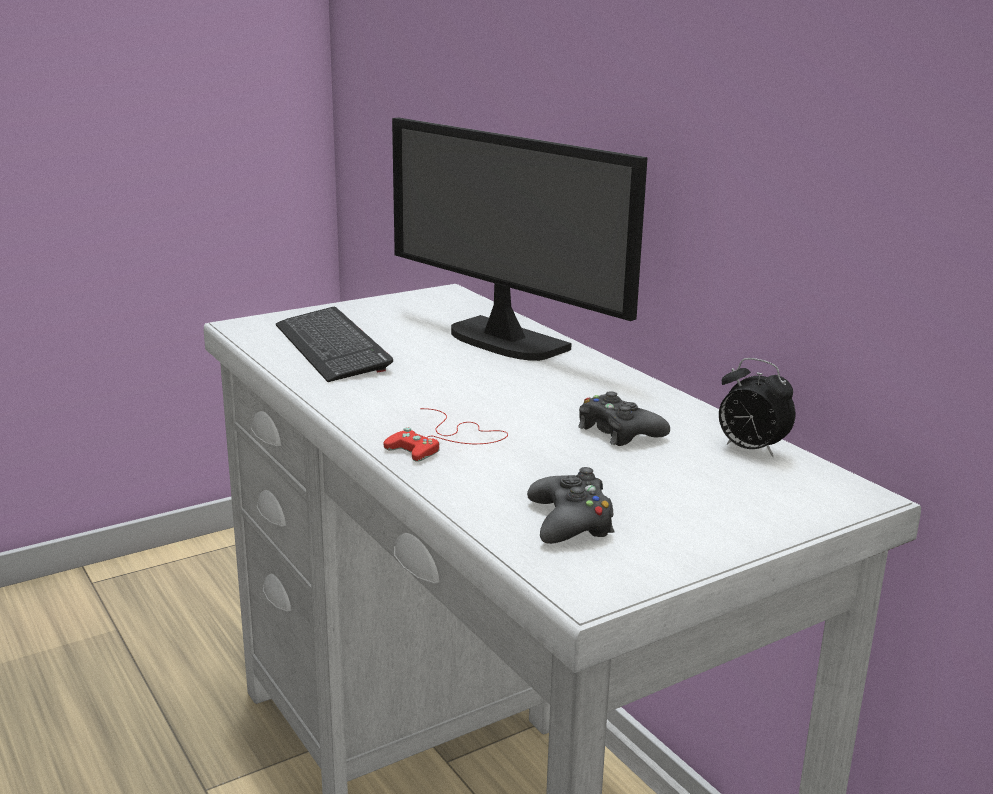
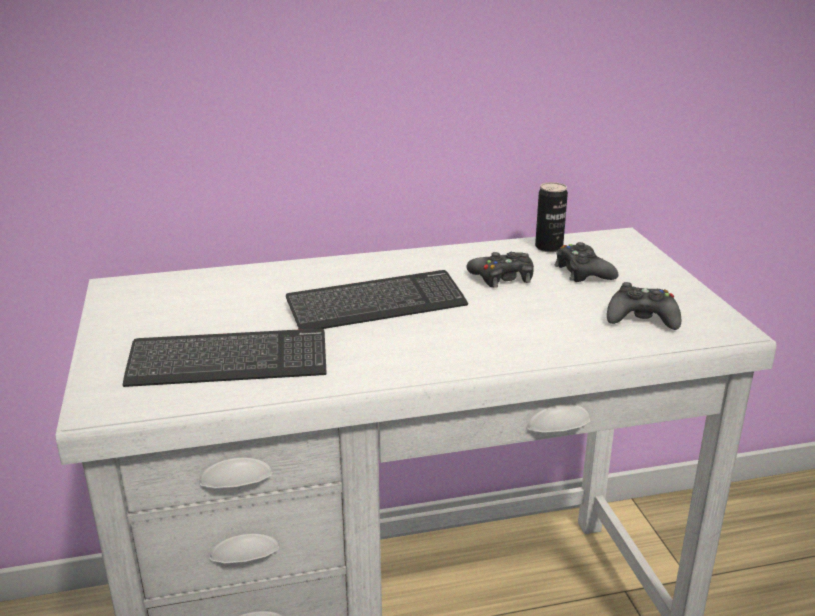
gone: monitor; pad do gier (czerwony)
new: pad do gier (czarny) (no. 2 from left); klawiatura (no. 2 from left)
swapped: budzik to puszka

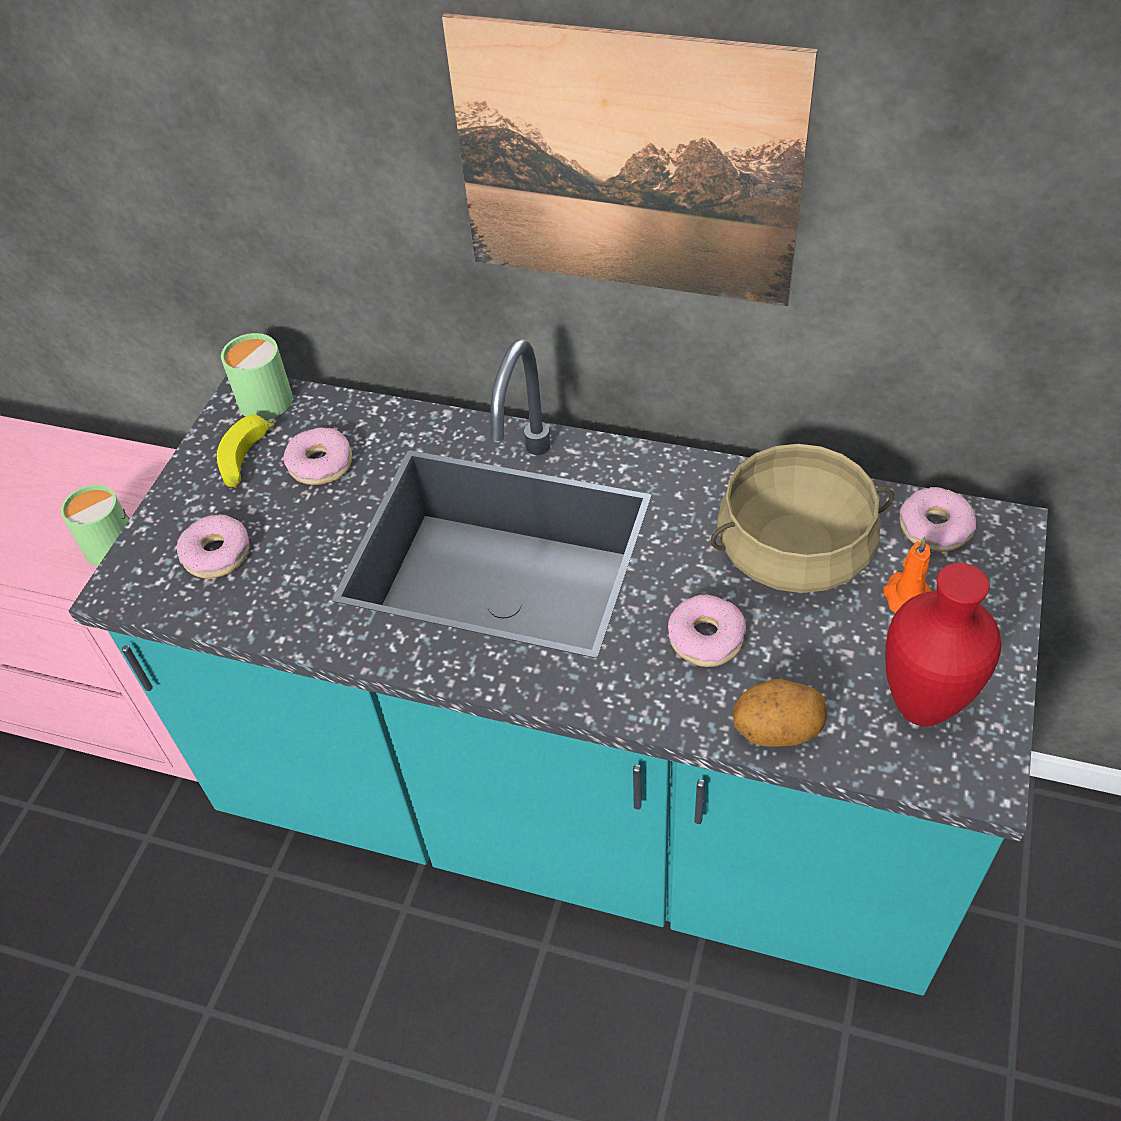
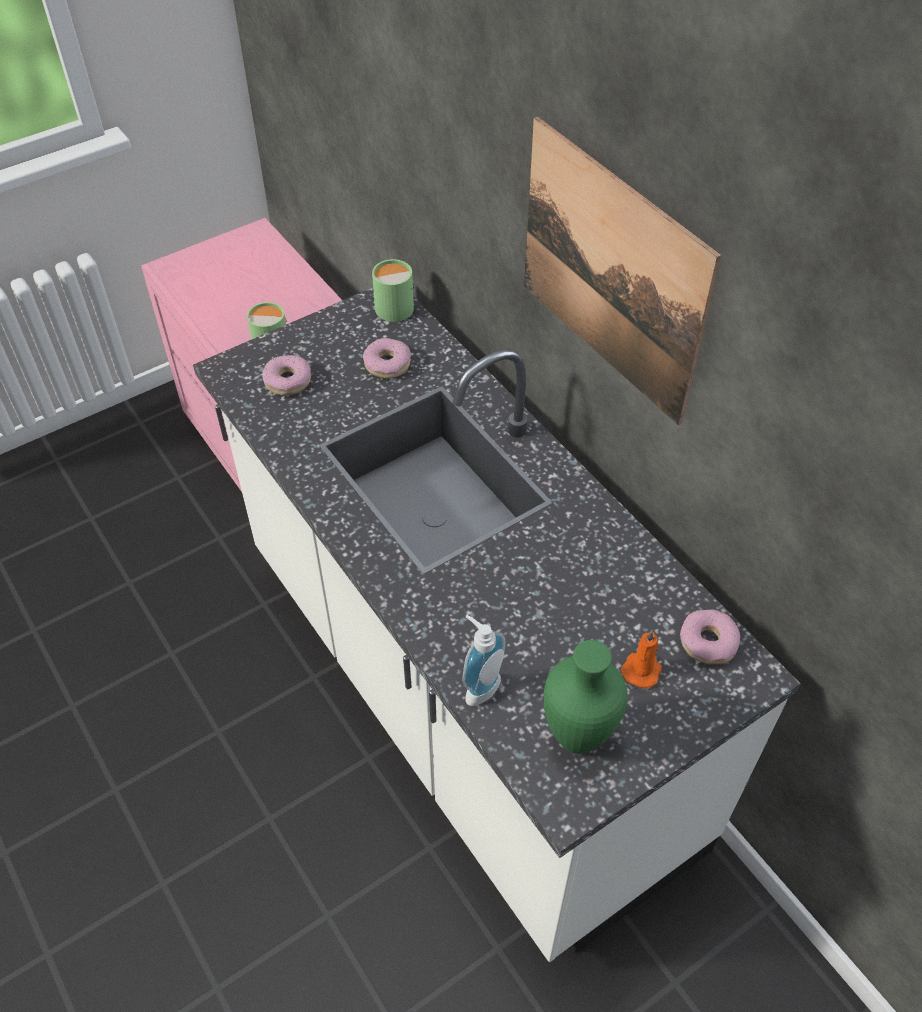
gone: banan; garnek (beżowy); donut (no. 3 from left)
swapped: ziemniak to dozownik mydła
repainted: zabudowa kuchenna (turkusowy) to zabudowa kuchenna (biały); wazon (czerwony) to wazon (zielony)

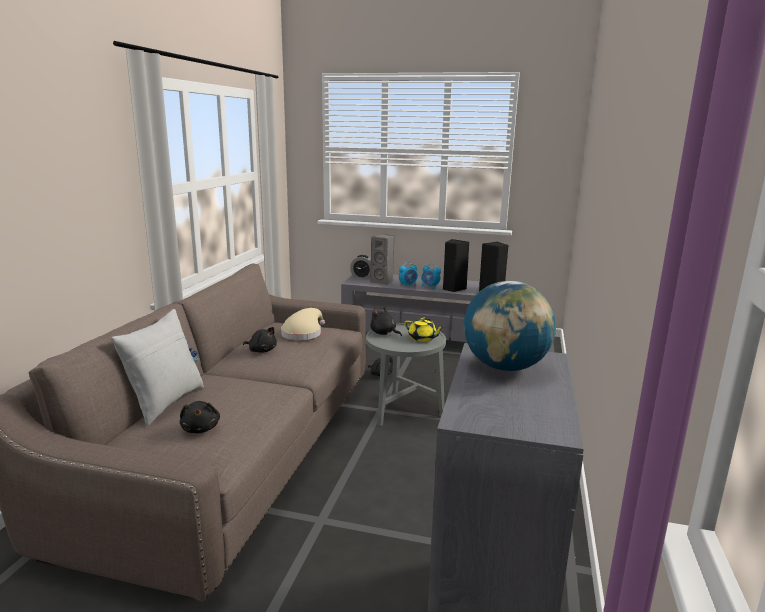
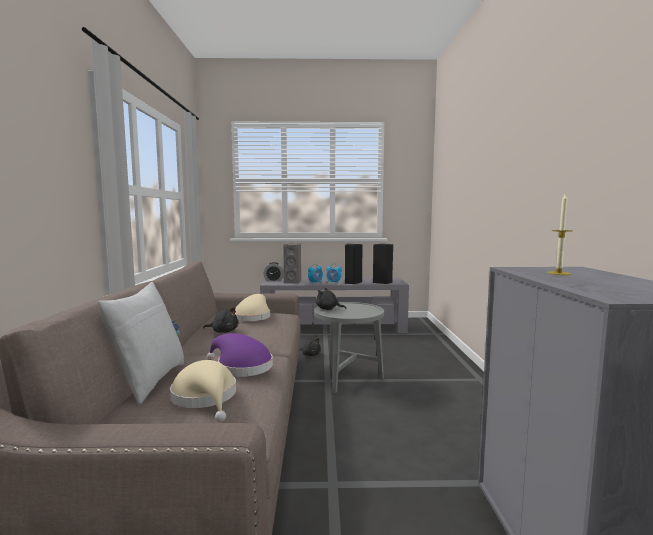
gone: imbryk (żółty)
new: kapelusz (fioletowy)
swapped: globus to świeca; pluszak (czarny) (no. 1 from left) to kapelusz (beżowy) (no. 1 from left)

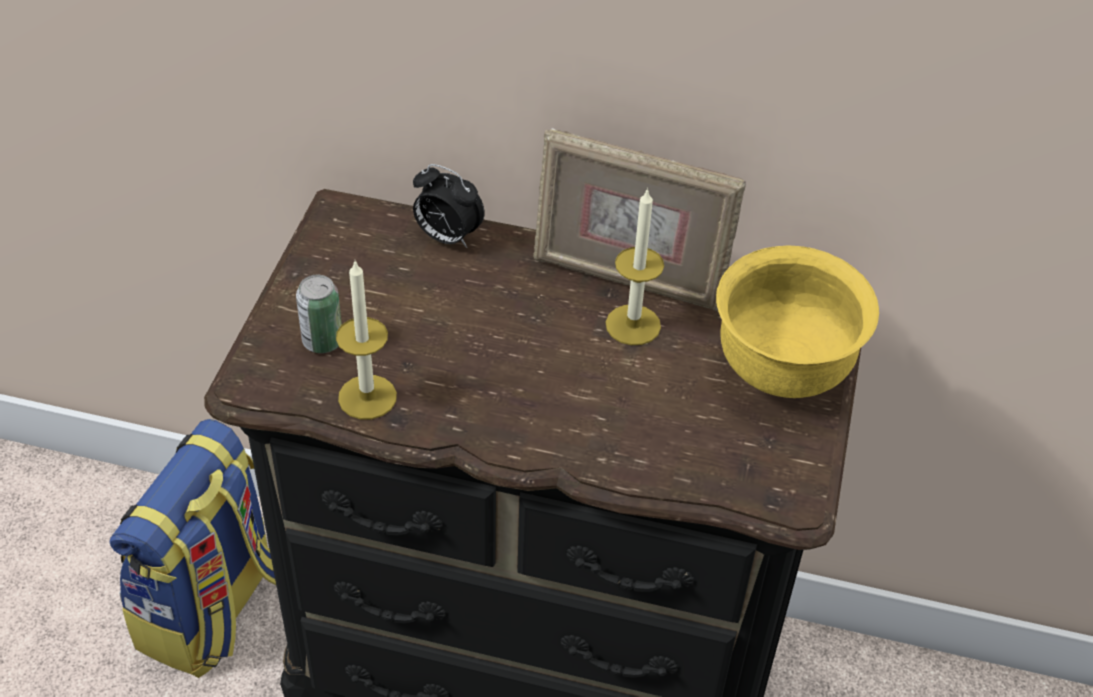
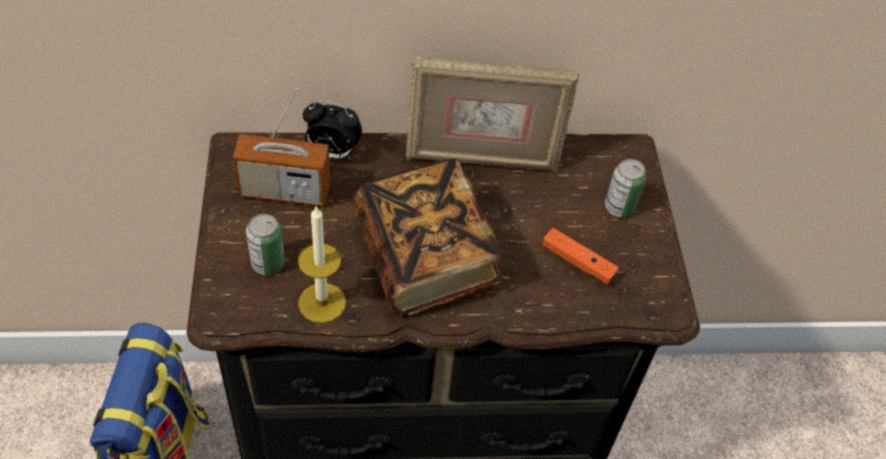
gone: świeca (no. 2 from left)
new: radio; książka; pad do gier (pomarańczowy)
swapped: miska (żółty) to puszka (no. 2 from left)

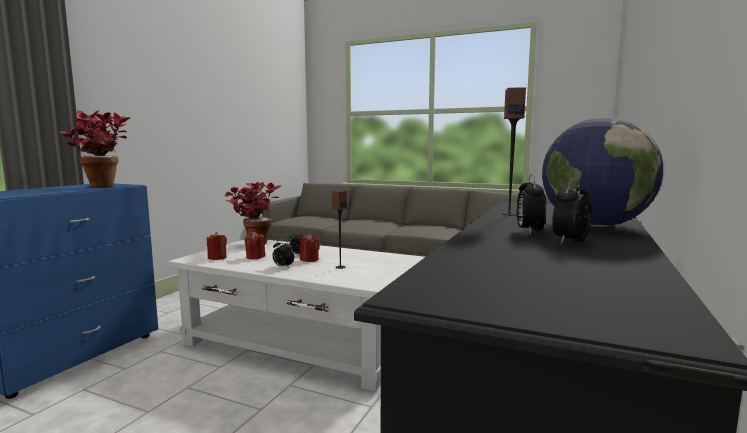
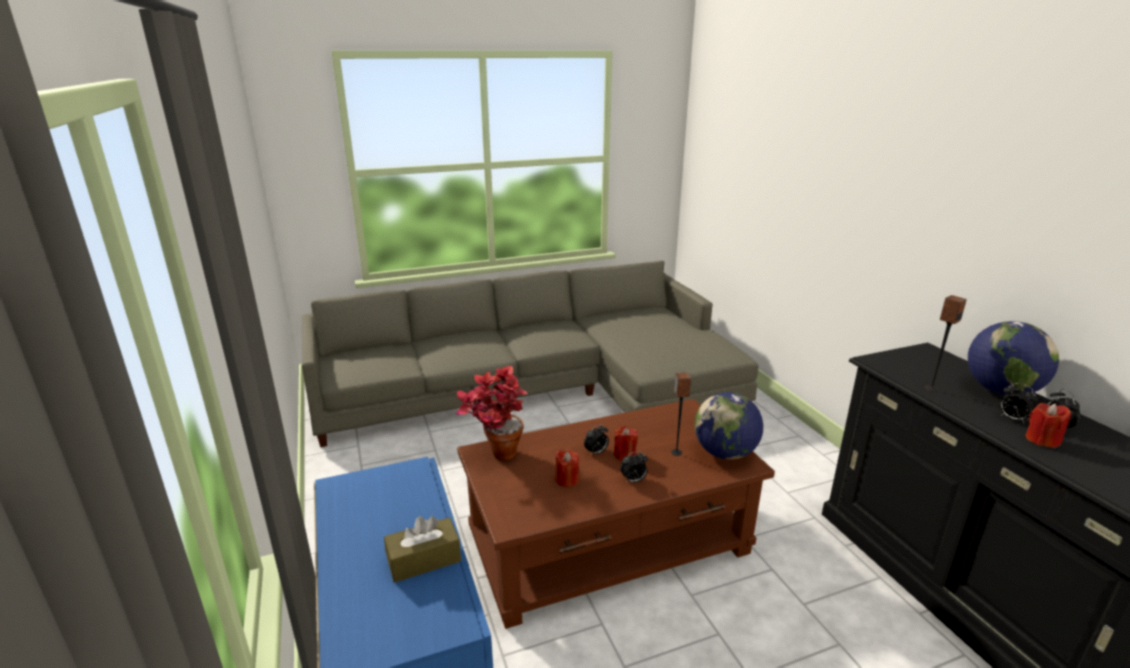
gone: roślina doniczkowa (no. 1 from left)
new: globus (no. 1 from left); pudełko chusteczek (brązowy)
shifted: świeca (czerwony) (no. 1 from left in the first image) to świeca (czerwony) (no. 3 from left)
repainted: ława (biały) to ława (brązowy)

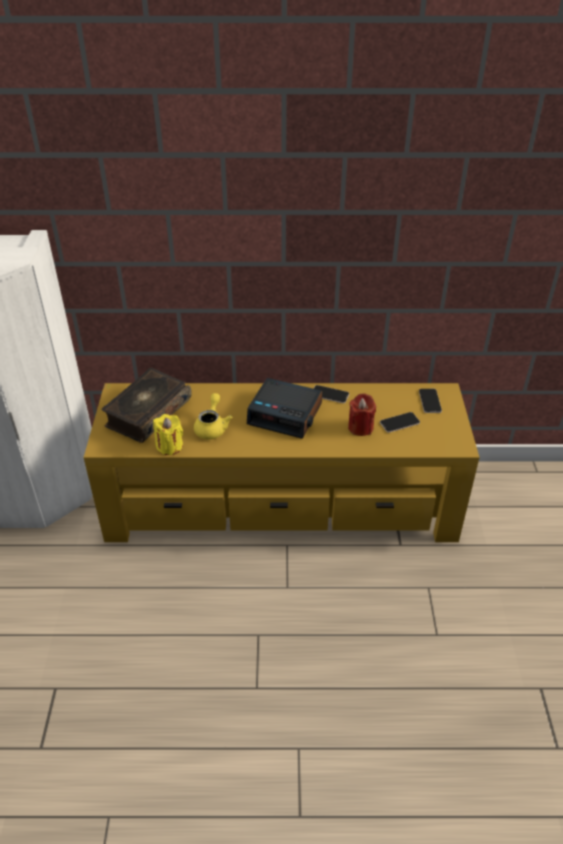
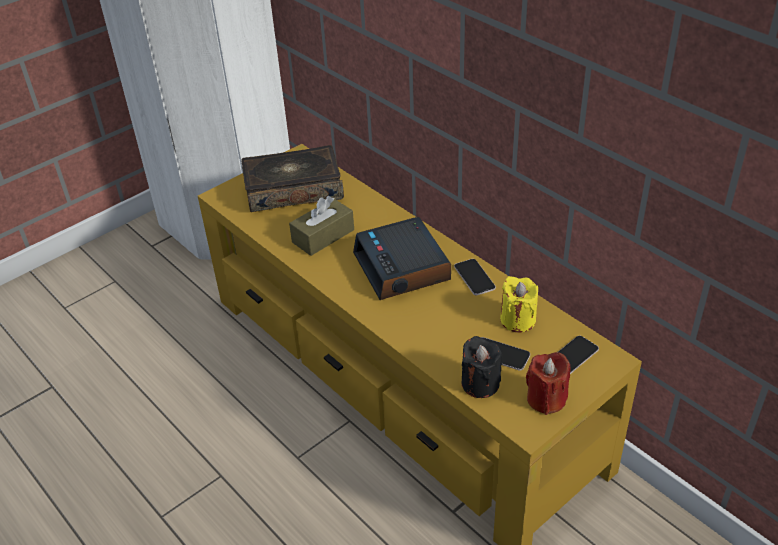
new: świeca (czarny)
shifted: świeca (czerwony); świeca (żółty)
swapped: imbryk (żółty) to pudełko chusteczek (brązowy)

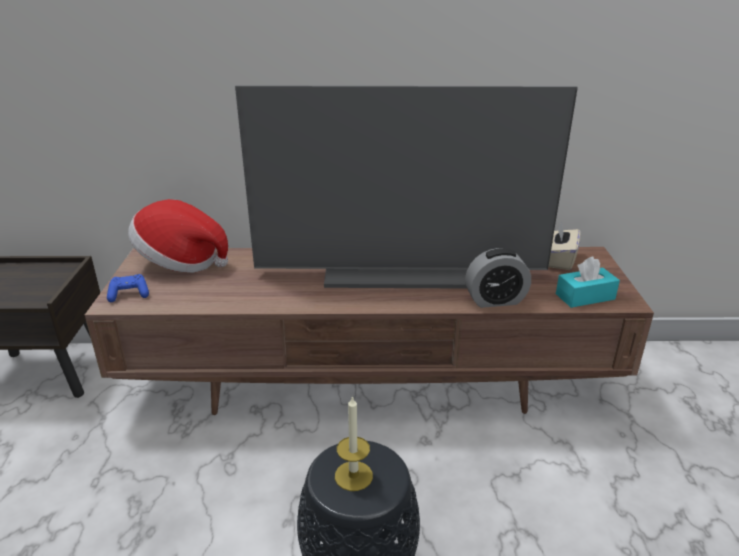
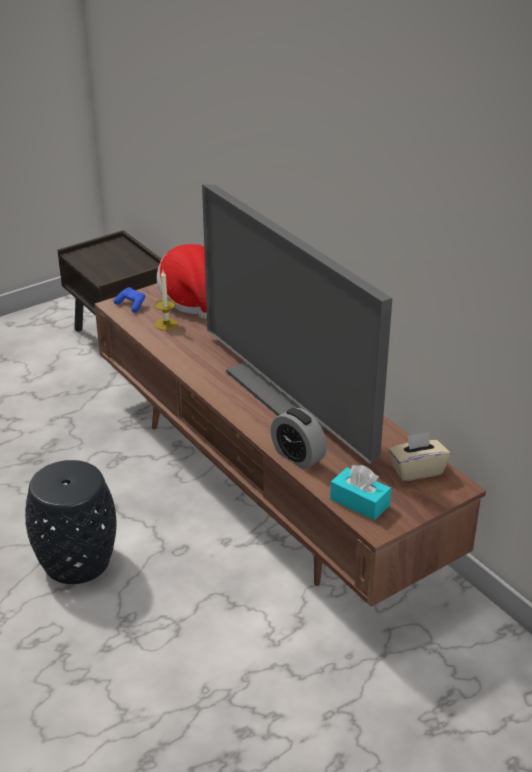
shifted: świeca

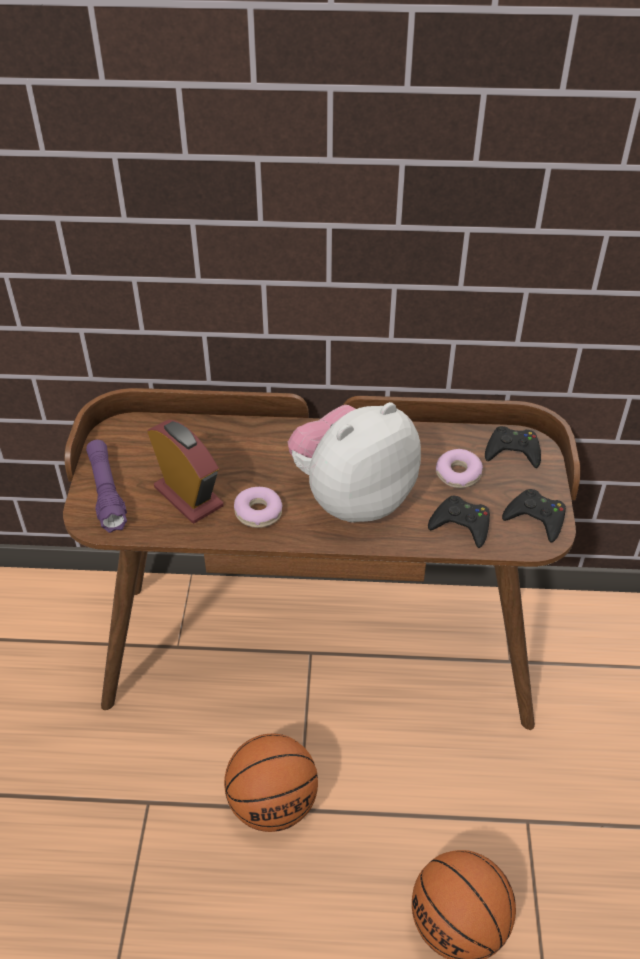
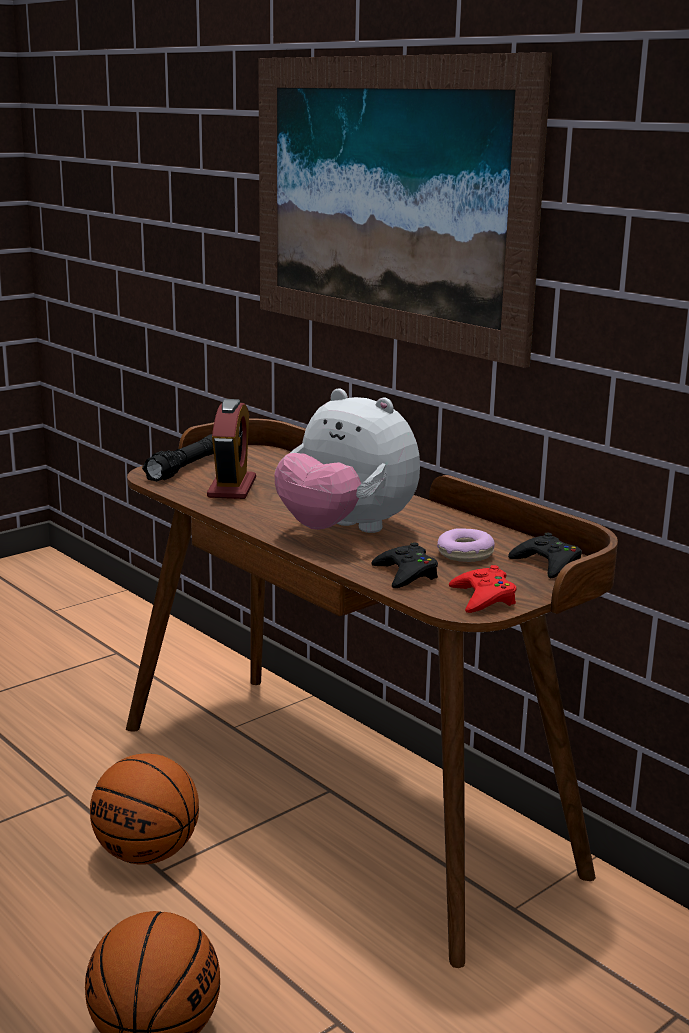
gone: donut (no. 1 from left)
new: obraz
repainted: latarka (fioletowy) to latarka (czarny); pad do gier (czarny) (no. 3 from left) to pad do gier (czerwony)
rotated: pluszak 150 degrees counterclockwise

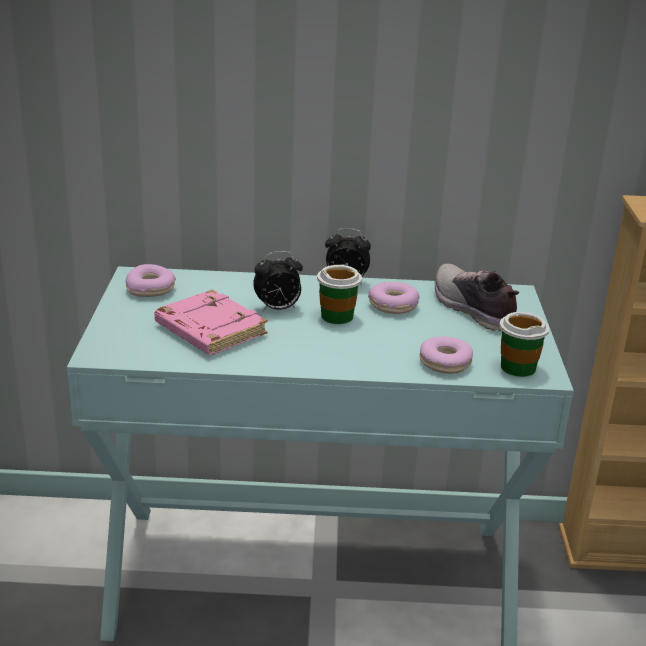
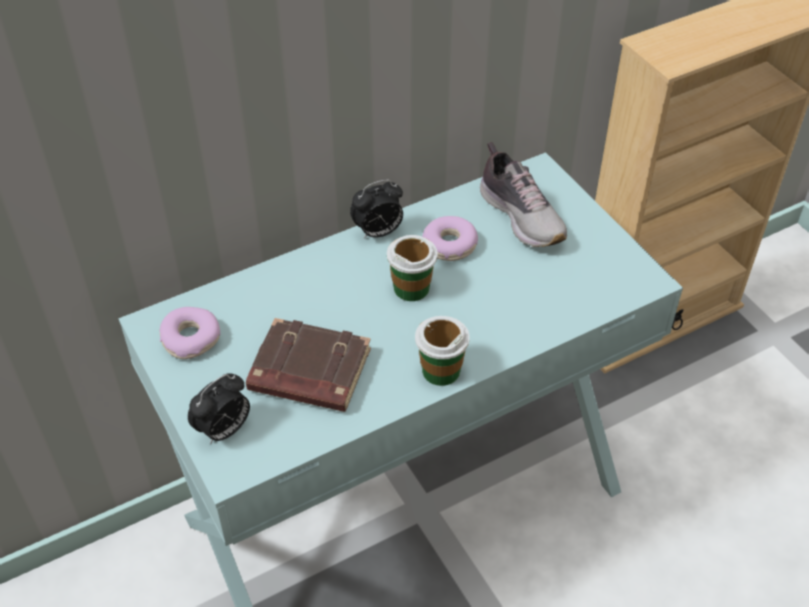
gone: donut (no. 3 from left)
shifted: budzik (no. 1 from left); filiżanka (no. 2 from left)
repainted: książka (różowy) to książka (brązowy)
rotated: but 150 degrees counterclockwise

